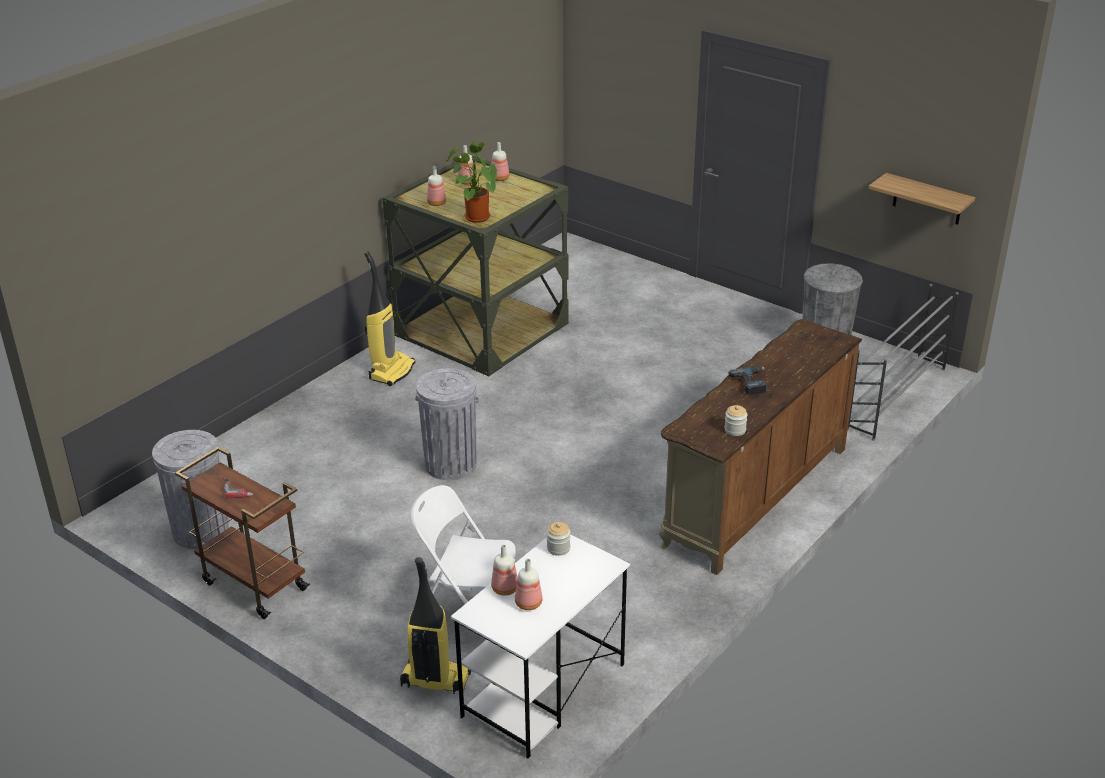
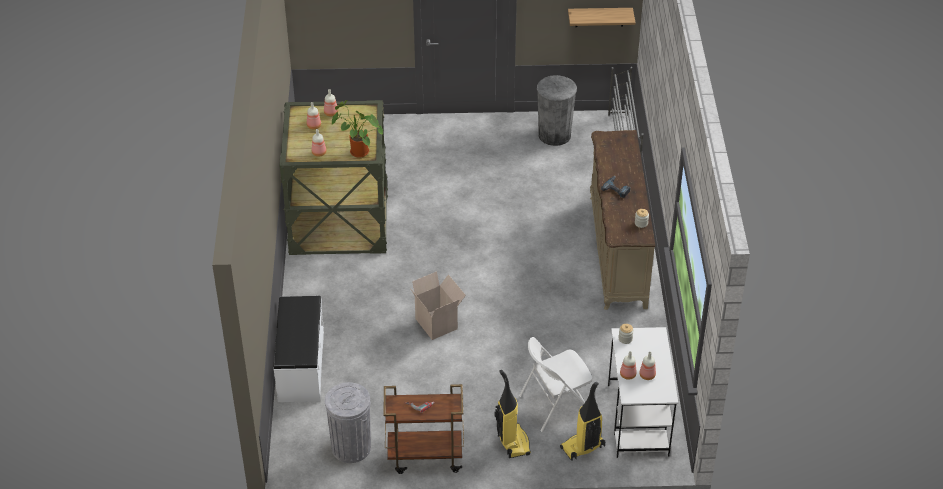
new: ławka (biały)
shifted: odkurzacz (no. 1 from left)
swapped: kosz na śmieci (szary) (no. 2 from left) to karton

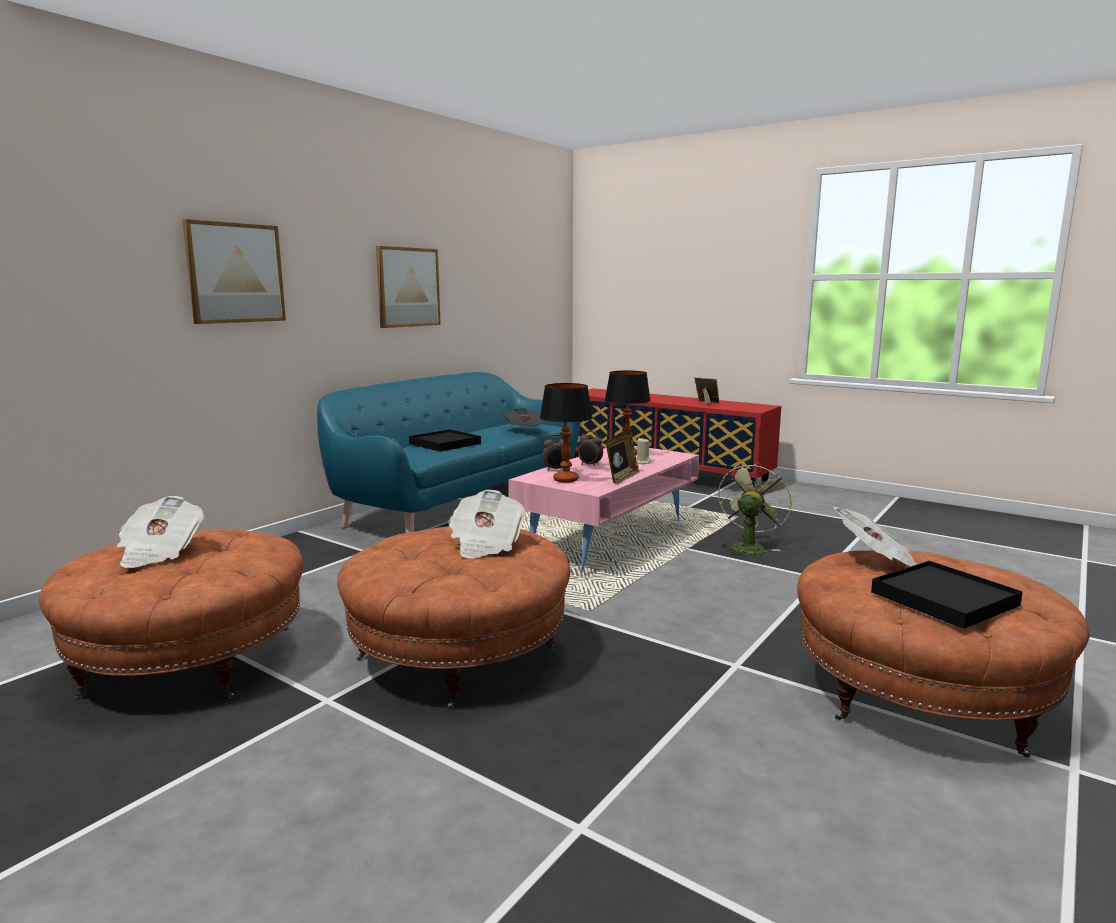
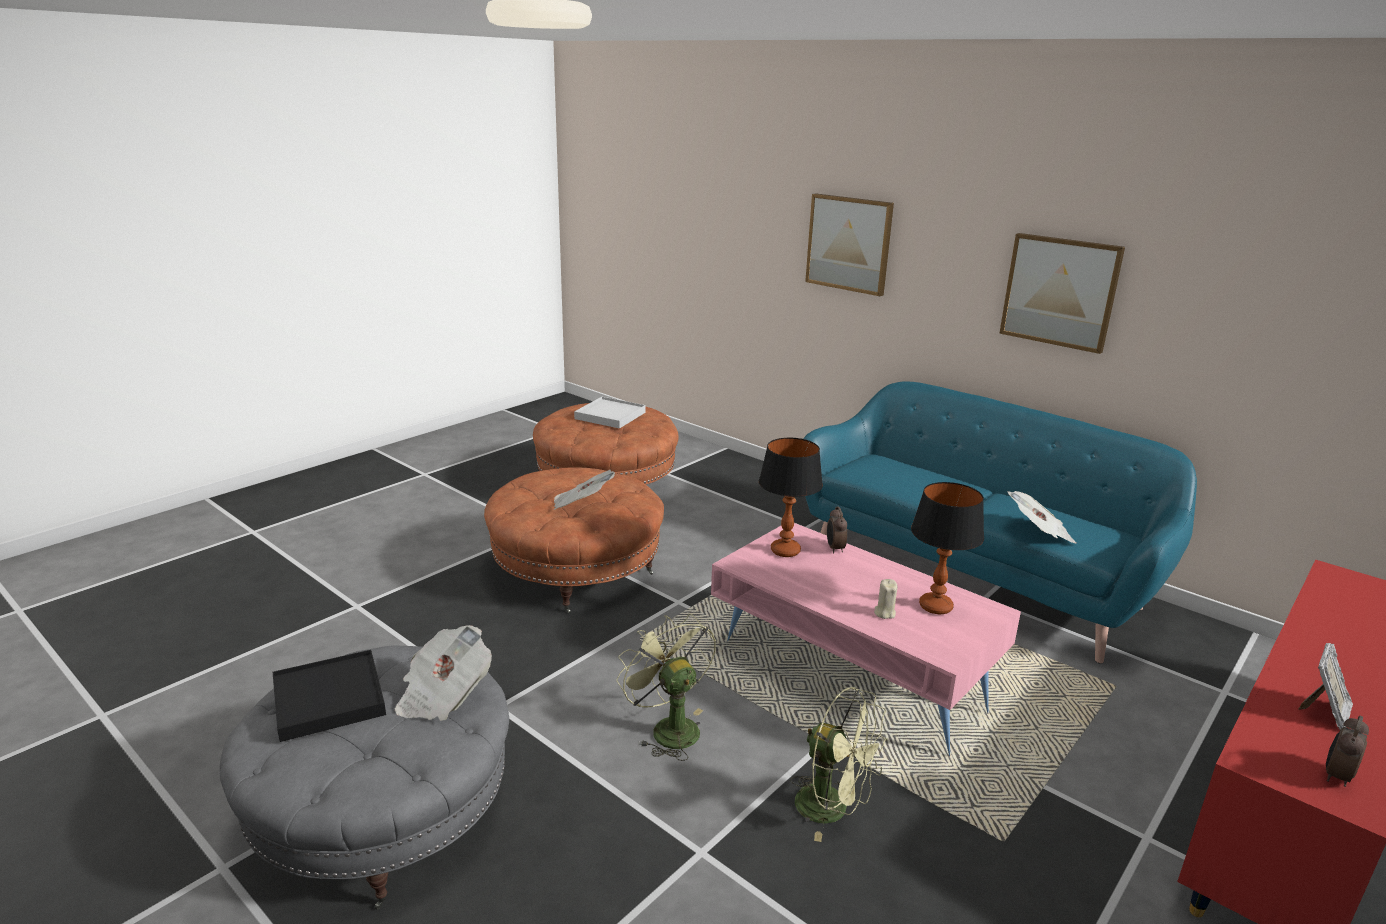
gone: taca (czarny) (no. 1 from left); ramka na zdjęcie (no. 1 from left)
new: wentylator (zielony) (no. 1 from left)
shifted: budzik (no. 2 from left)
swapped: gazeta (no. 1 from left) to taca (biały)
repainted: pufa (brązowy) (no. 3 from left) to pufa (szary)

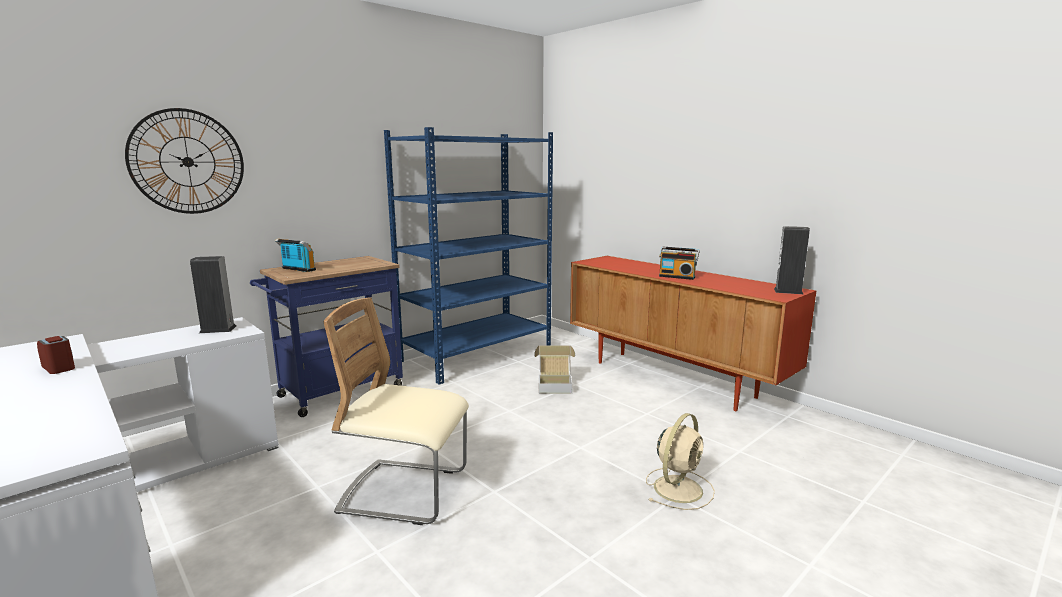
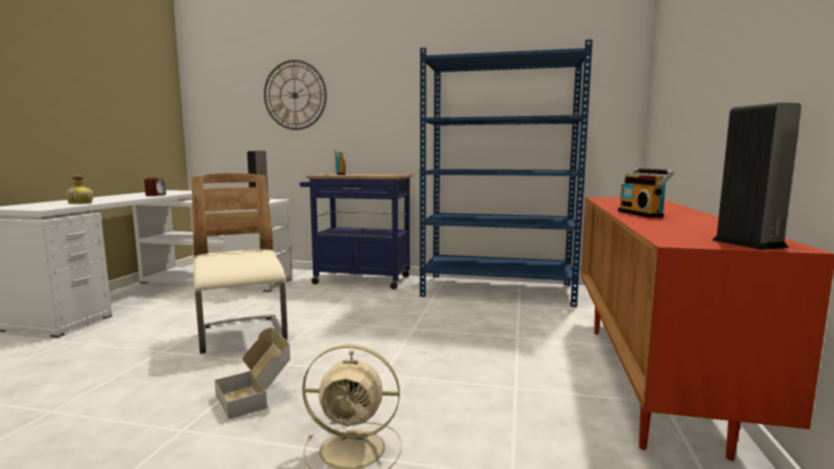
new: butelka
shifted: karton

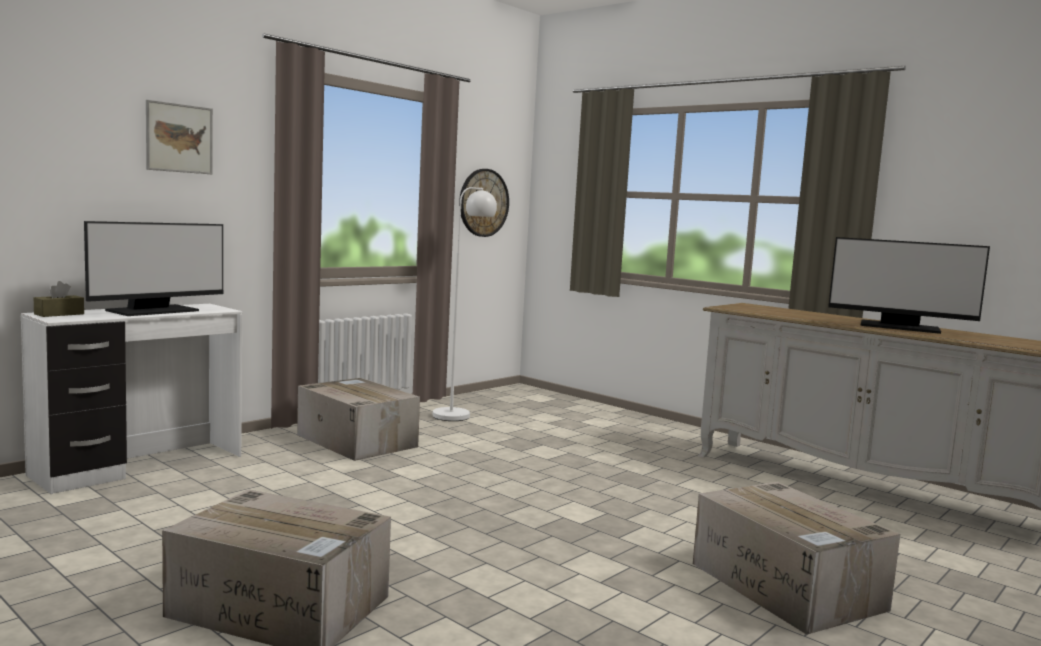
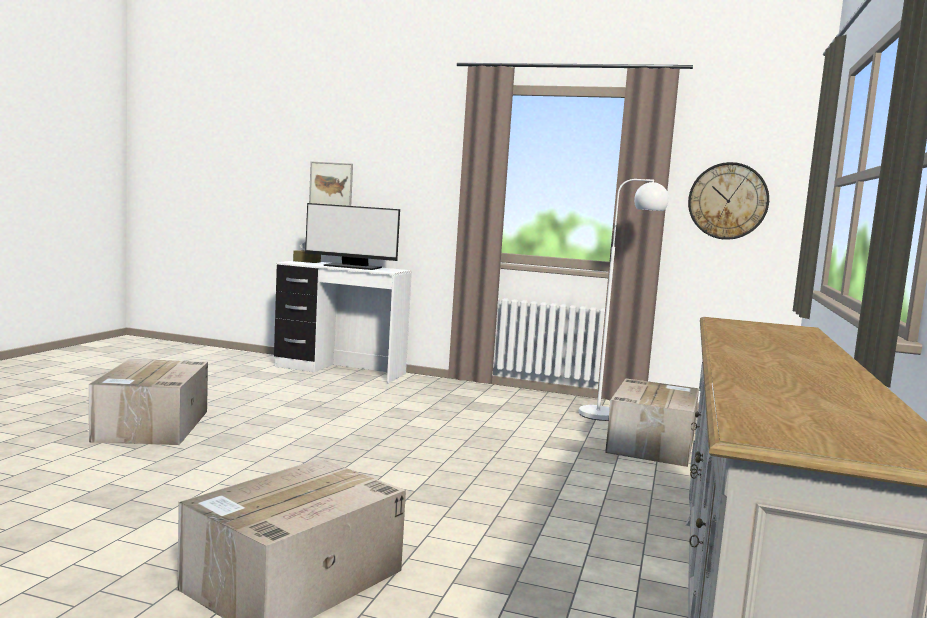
gone: monitor (no. 2 from left)
shifted: obraz; karton (no. 2 from left in the first image) to karton (no. 3 from left)

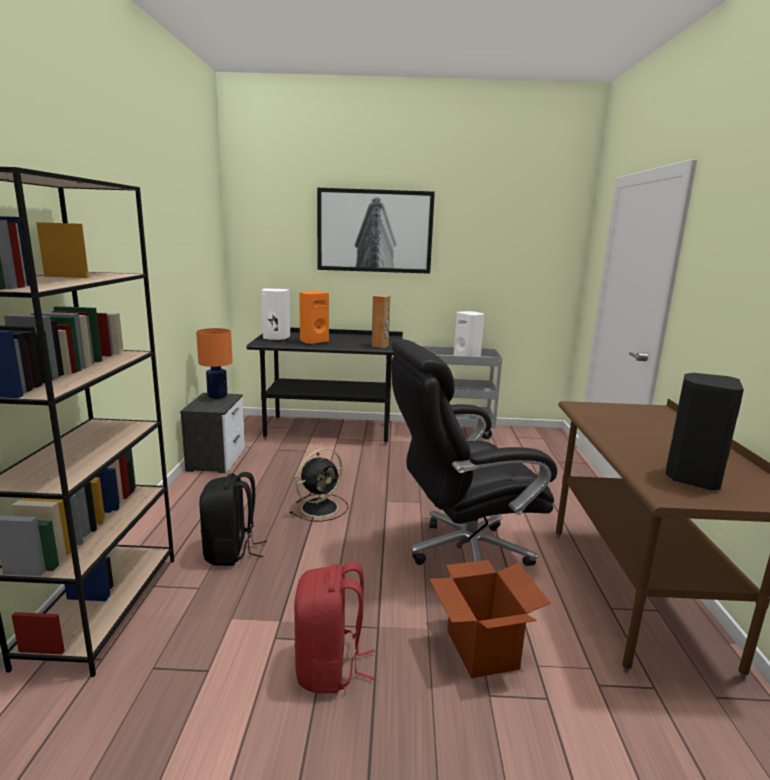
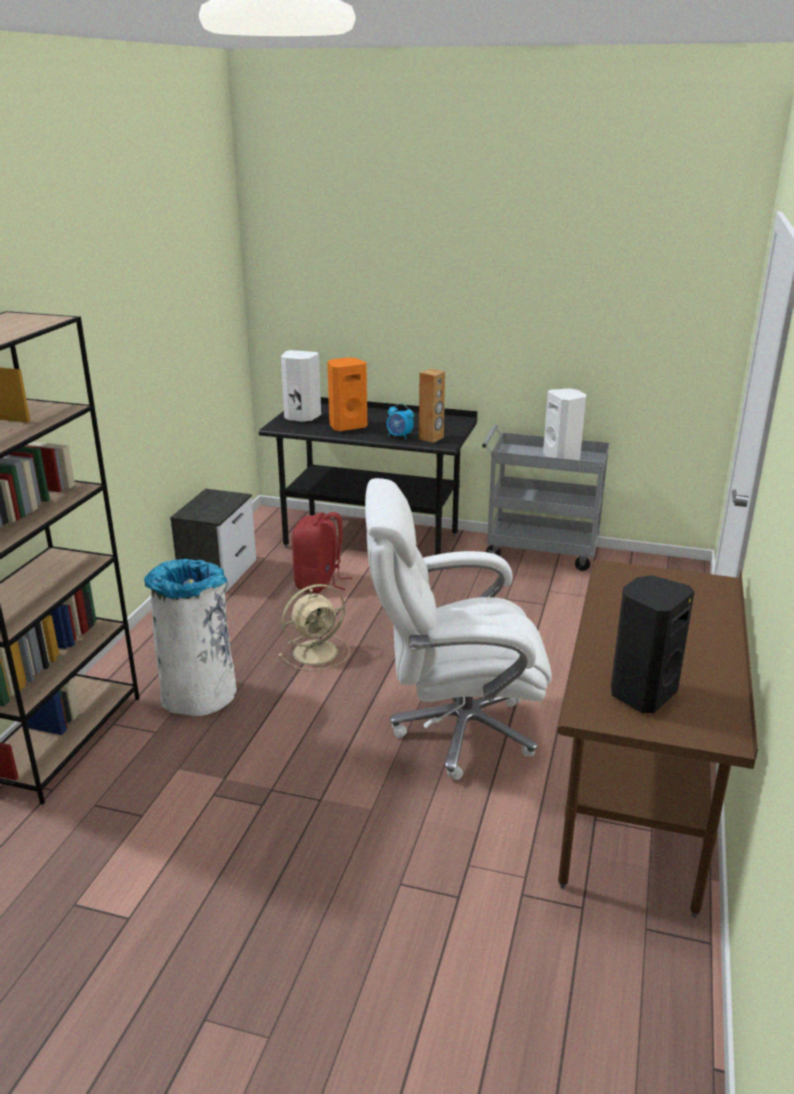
gone: obraz; lampa stołowa (pomarańczowy); karton
new: budzik
shifted: plecak (czerwony)
swapped: plecak (czarny) to kosz na śmieci (biały)
repainted: krzesło biurowe (czarny) to krzesło biurowe (biały); wentylator (czarny) to wentylator (beżowy)

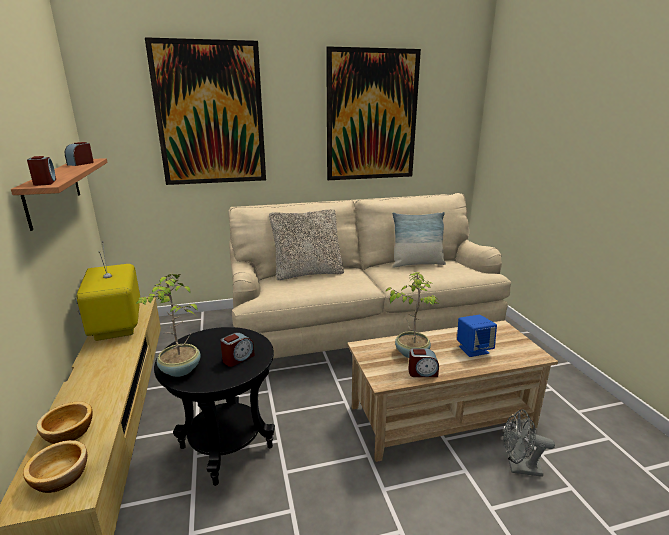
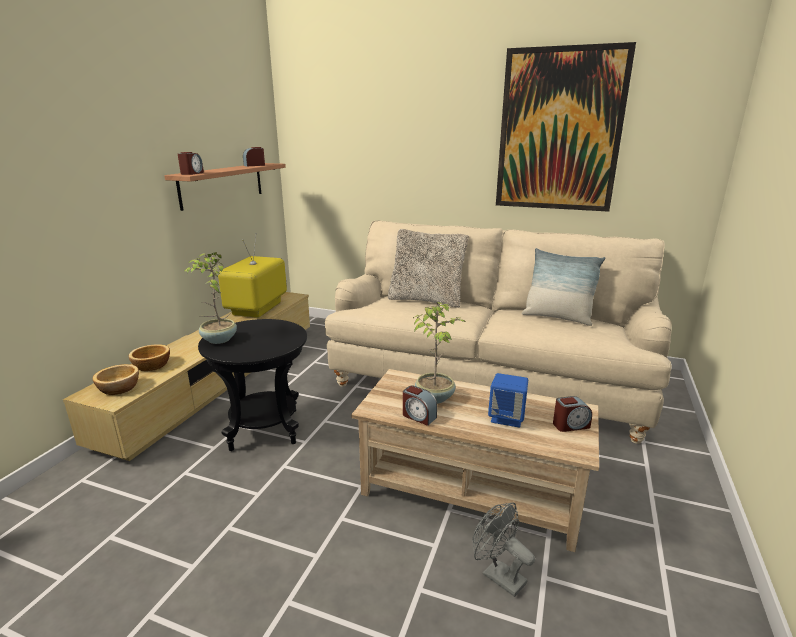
gone: obraz (no. 1 from left)
shifted: budzik (no. 3 from left in the first image) to budzik (no. 4 from left)

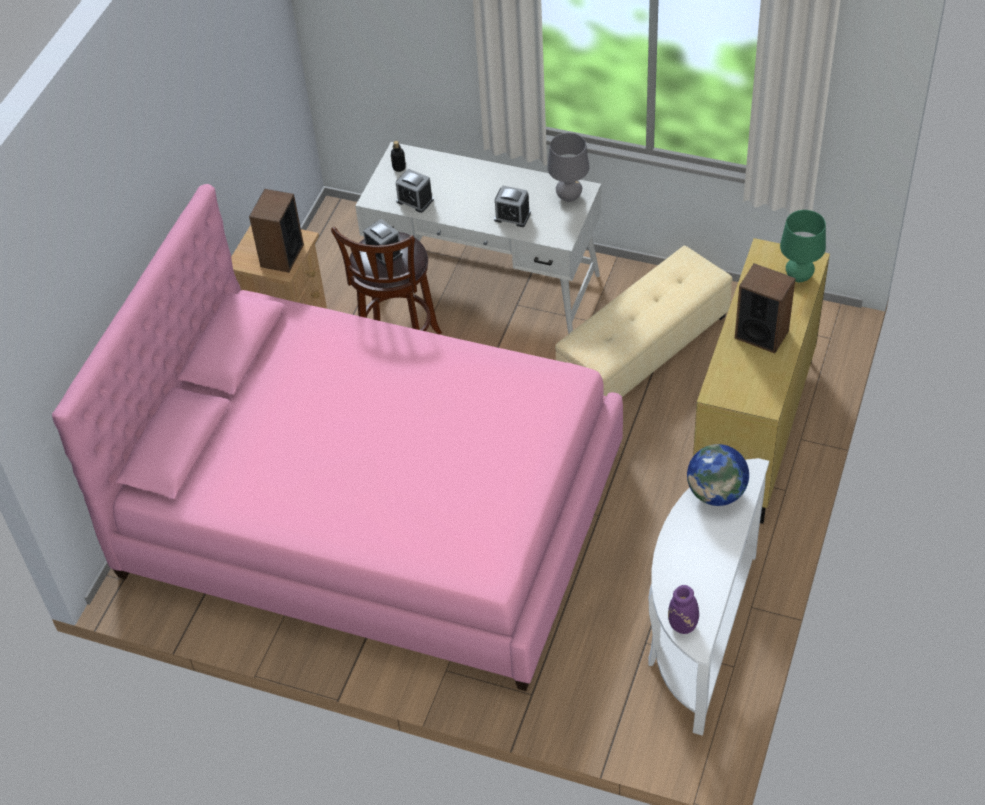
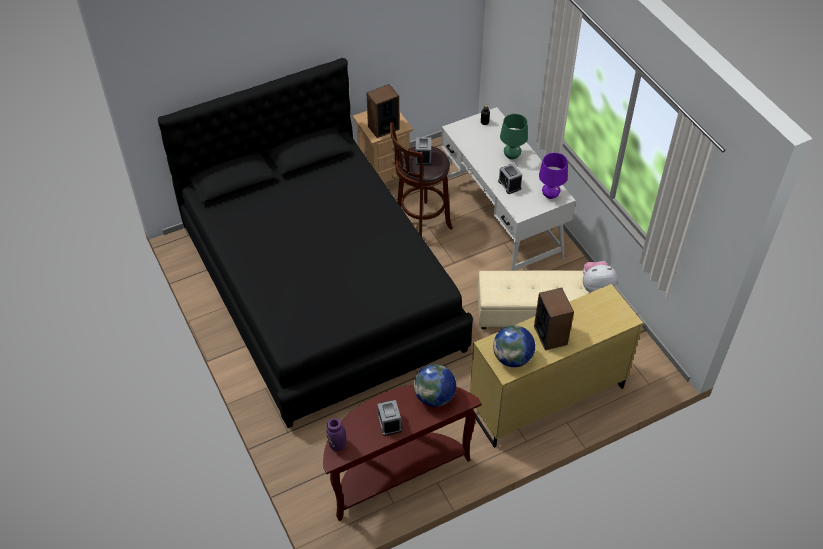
new: pluszak; globus (no. 2 from left)
shifted: budzik (no. 2 from left in the first image) to budzik (no. 1 from left); lampa stołowa (zielony)
repainted: lampa stołowa (szary) to lampa stołowa (fioletowy); łóżko (różowy) to łóżko (czarny); stolik konsolowy (biały) to stolik konsolowy (brązowy)

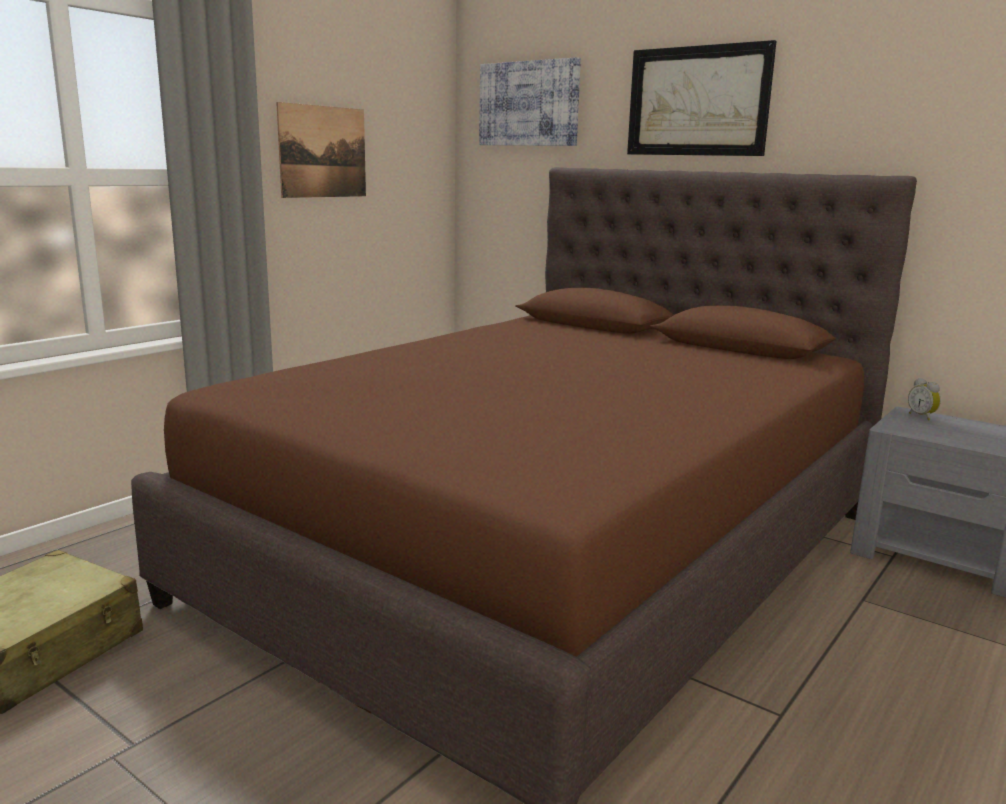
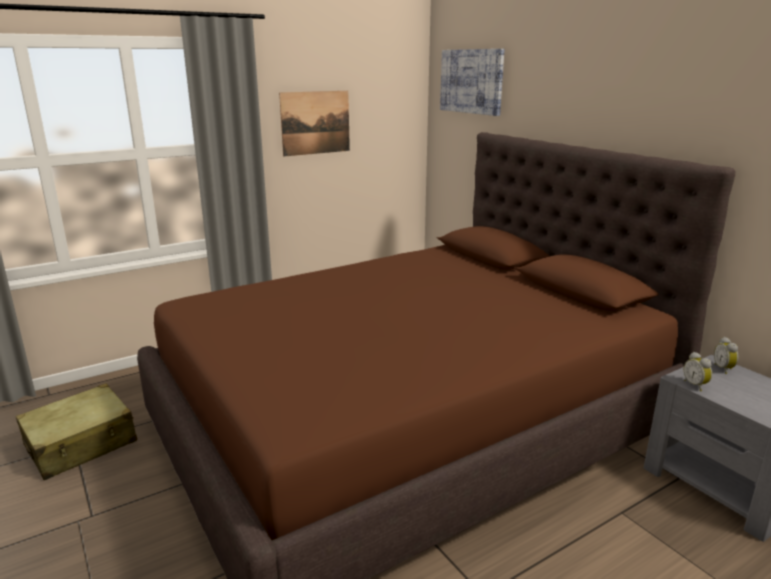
gone: obraz (no. 3 from left)
new: budzik (no. 1 from left)

